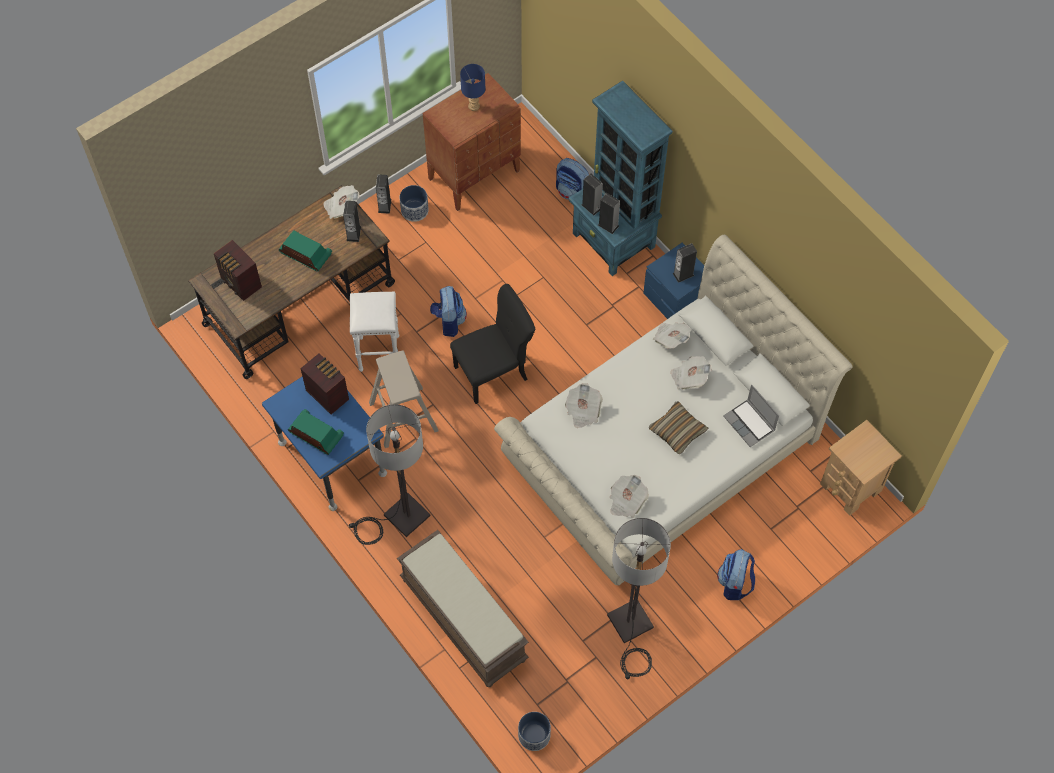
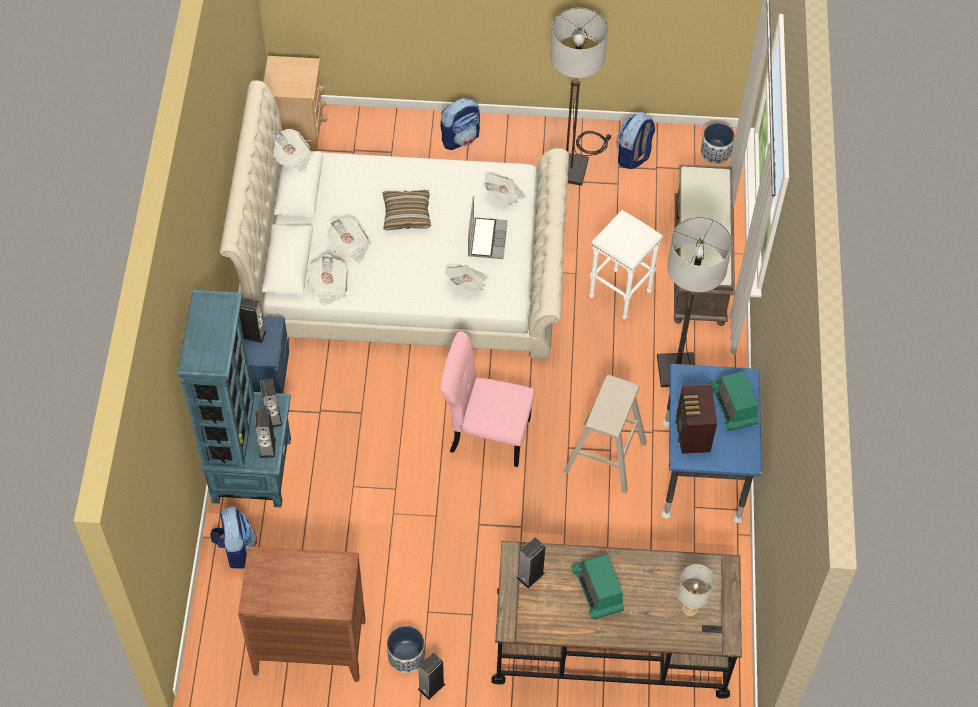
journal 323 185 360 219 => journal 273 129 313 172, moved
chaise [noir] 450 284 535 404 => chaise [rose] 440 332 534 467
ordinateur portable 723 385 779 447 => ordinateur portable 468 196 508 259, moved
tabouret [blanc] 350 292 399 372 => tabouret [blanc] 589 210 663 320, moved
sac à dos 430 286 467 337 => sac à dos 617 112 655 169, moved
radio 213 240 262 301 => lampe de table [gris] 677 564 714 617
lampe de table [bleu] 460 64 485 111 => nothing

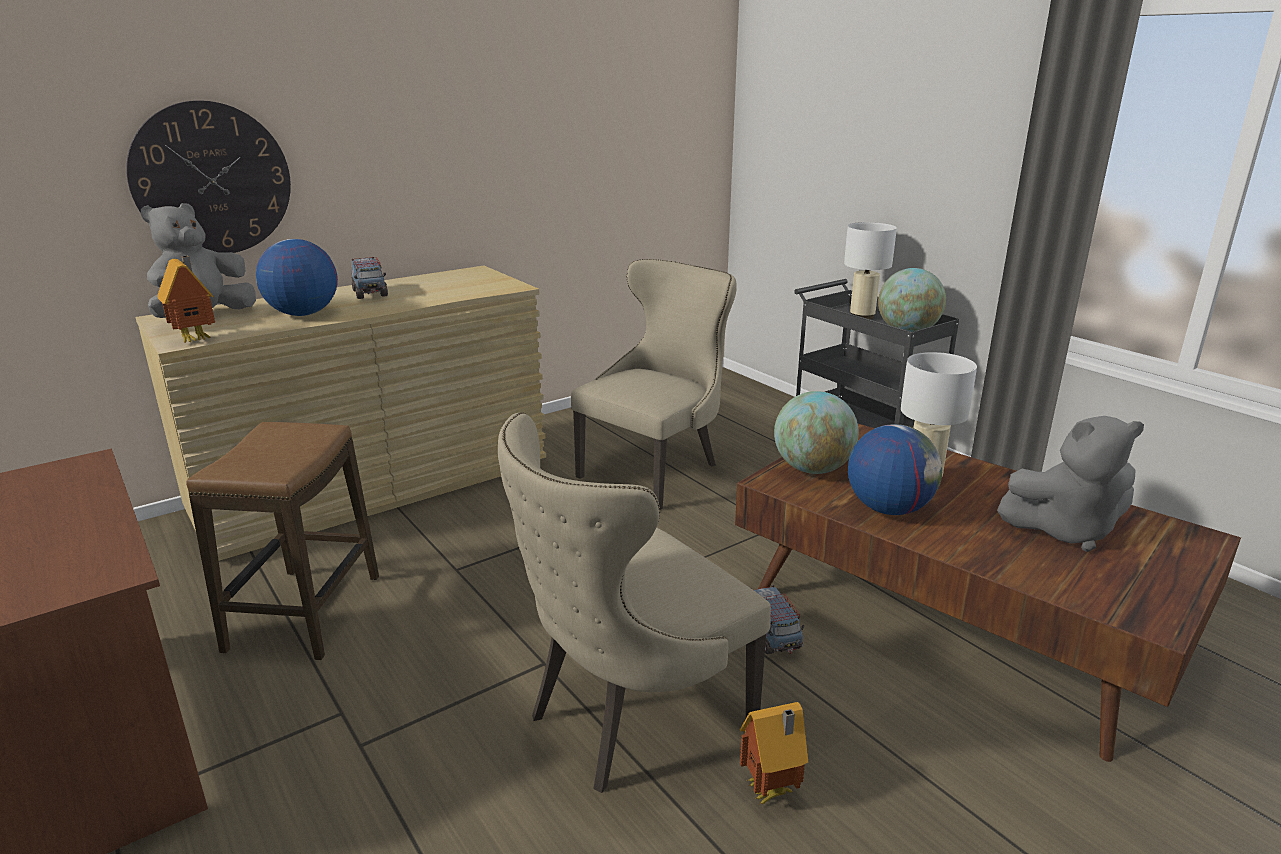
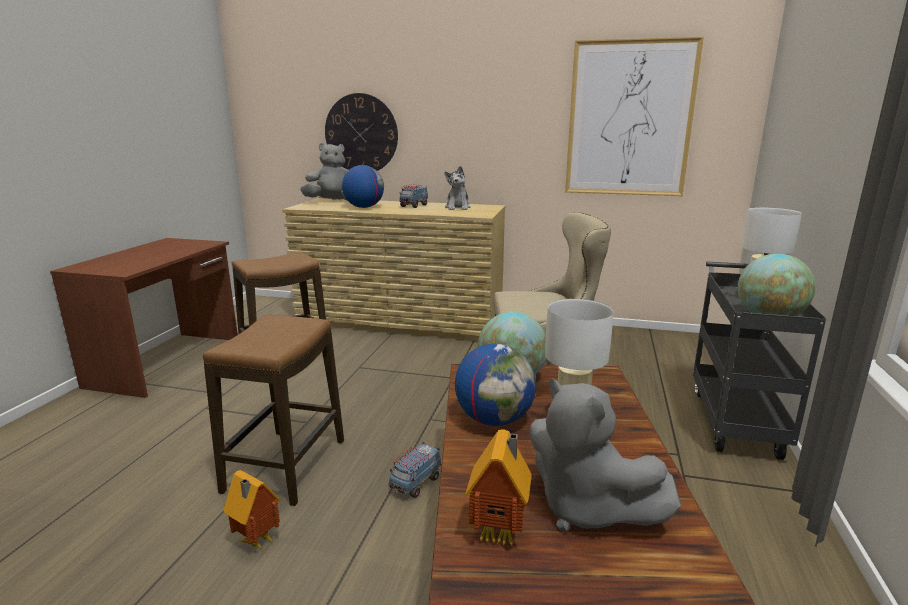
chaise [beige] 498 412 771 793 => tabouret 203 315 344 506
nothing => peluche 444 166 471 210
maison miniature 157 255 215 343 => maison miniature 465 429 531 547, moved
nothing => tableau 565 37 704 196

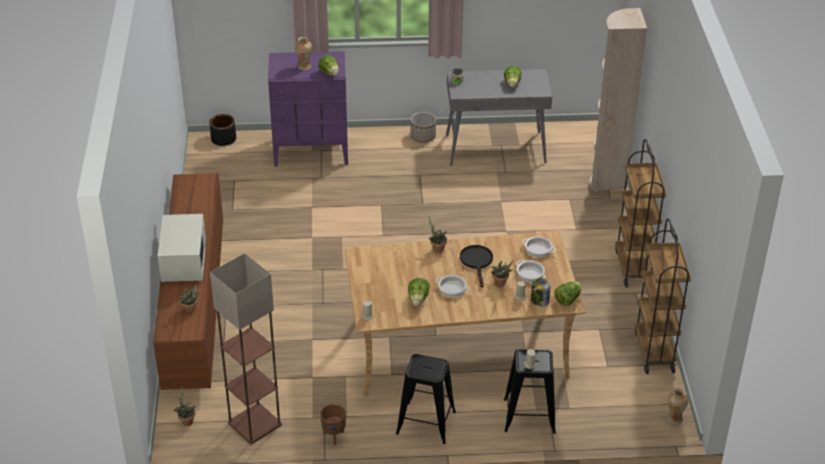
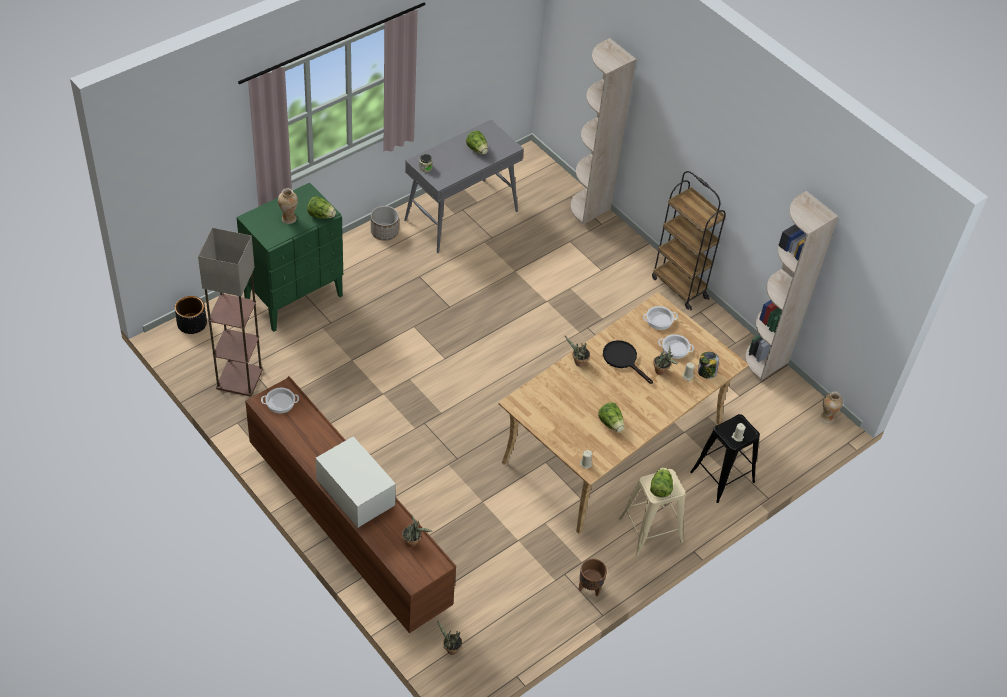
lampadaire 210 253 282 444 => lampadaire 198 228 263 397, moved
commode [violet] 268 51 348 167 => commode [vert] 237 183 343 332
marmite 435 275 469 297 => marmite 261 388 299 413, moved
tabouret [noir] 396 354 456 444 => tabouret [beige] 619 469 685 556
laitue 554 282 582 306 => laitue 650 467 673 497, moved
chariot [marron] 635 218 691 374 => bibliothèque [beige] 745 191 838 380

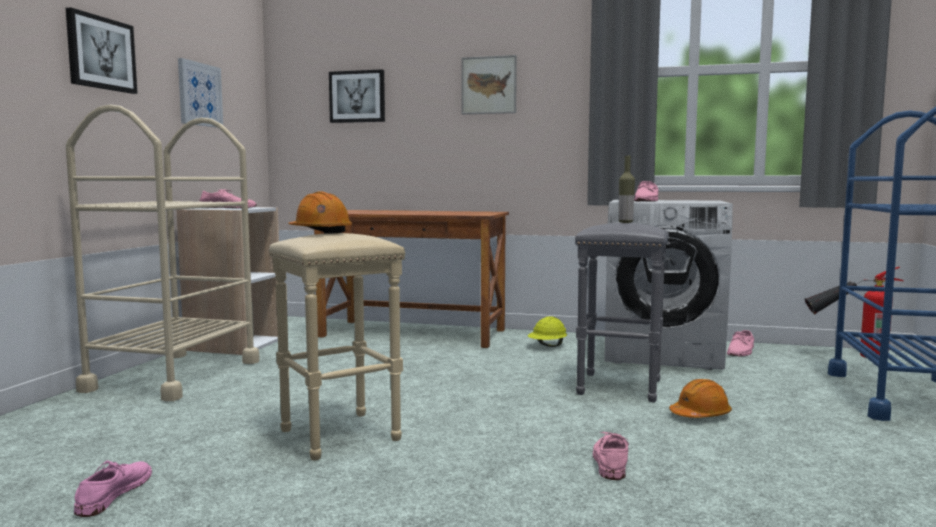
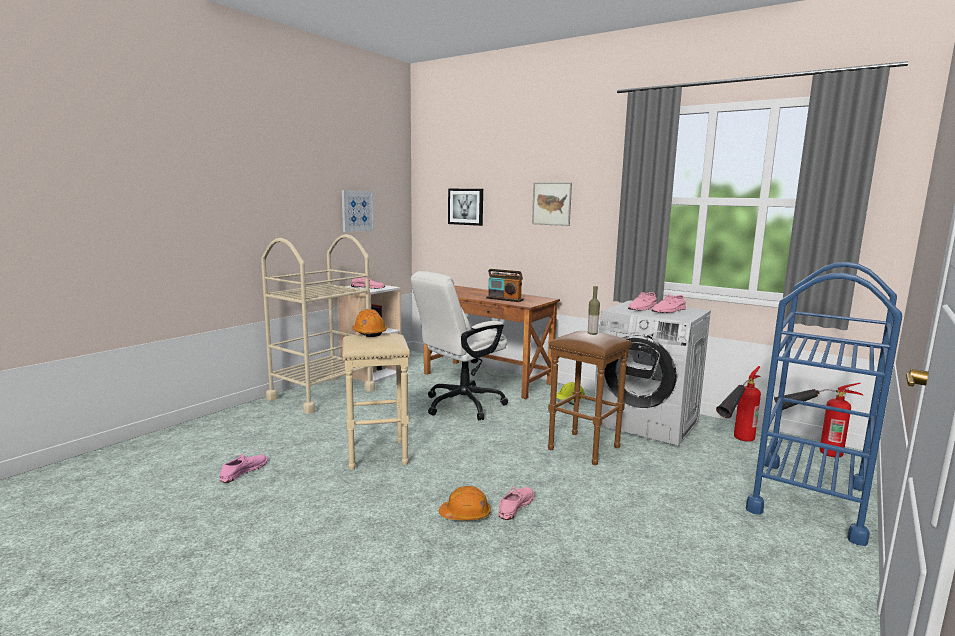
nothing => chaise de bureau [blanc] 411 271 508 420
casque de chantier [orange] 669 379 732 418 => casque de chantier [orange] 439 486 491 520, moved
nothing => radio 486 269 524 302
tabouret [gris] 575 223 669 402 => tabouret [marron] 548 331 632 465
chaussure [rose] 727 330 754 356 => chaussure [rose] 651 295 686 313, moved
nothing => extincteur 716 366 761 442
tableau 66 7 137 94 => nothing

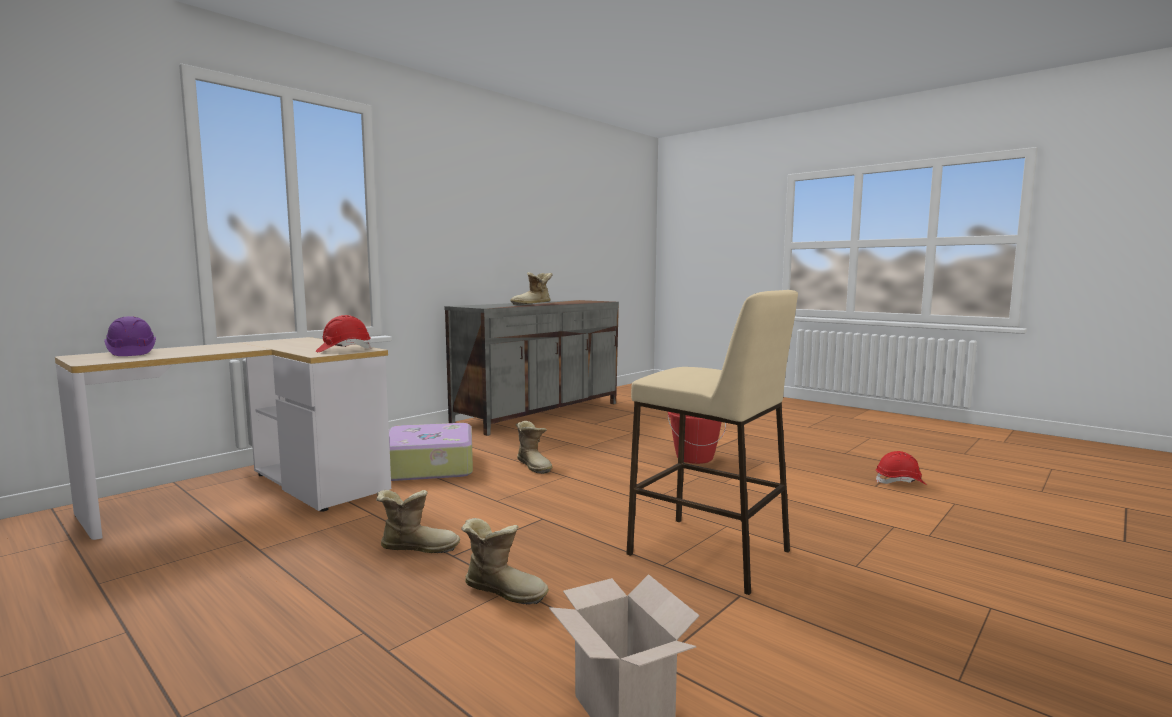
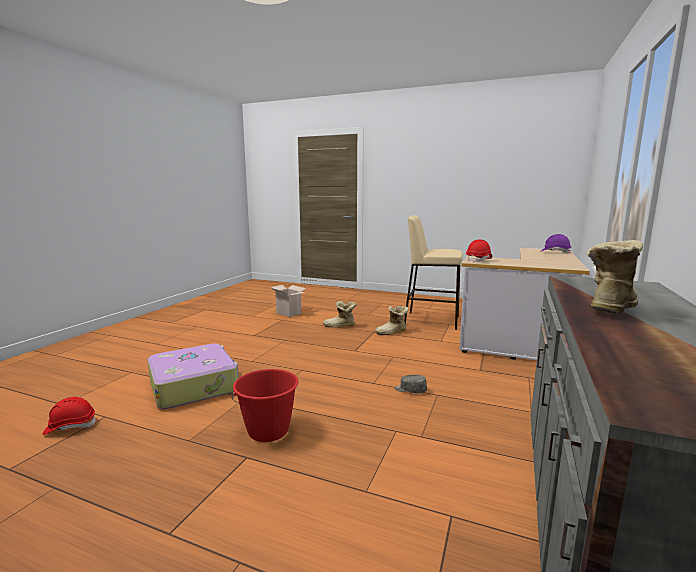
valise 389 423 473 481 => valise 147 343 239 409, moved
botte 516 421 553 474 => casquette [gris] 395 375 427 393
tabouret [beige] 626 290 798 595 => tabouret [beige] 404 215 463 330, moved

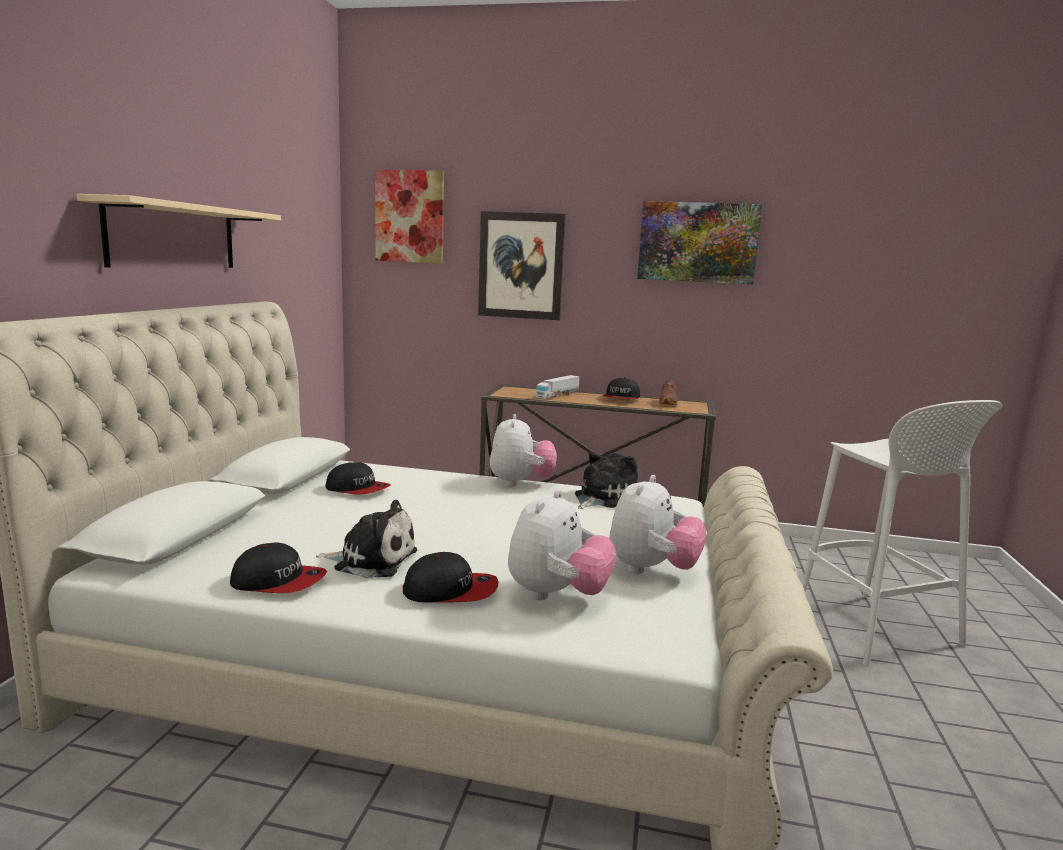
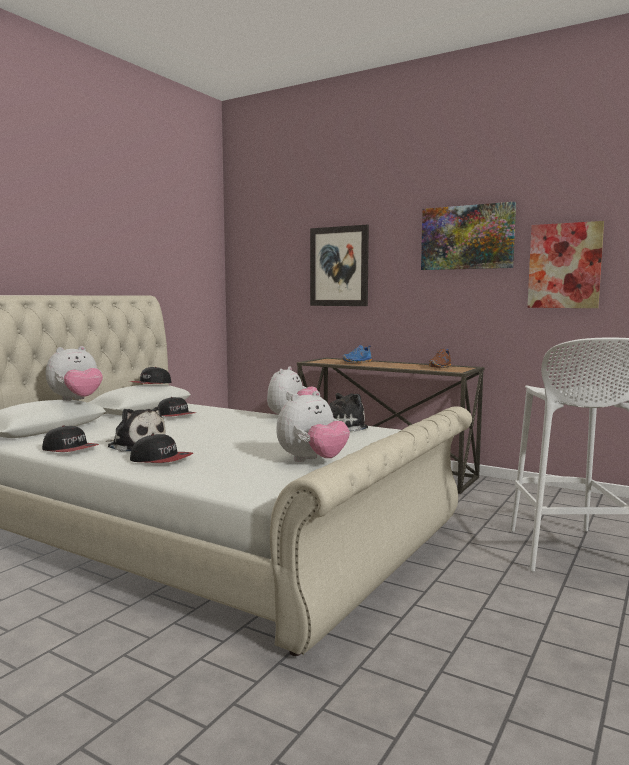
peluche 508 490 616 600 => peluche 45 346 103 401, moved
casquette 602 378 640 399 => casquette 129 367 172 384, moved
camion jouet 536 375 580 399 => chaussure [bleu] 342 345 372 363
tableau 375 169 444 264 => tableau 527 221 604 308, moved
étagère [beige] 77 194 281 268 => nothing

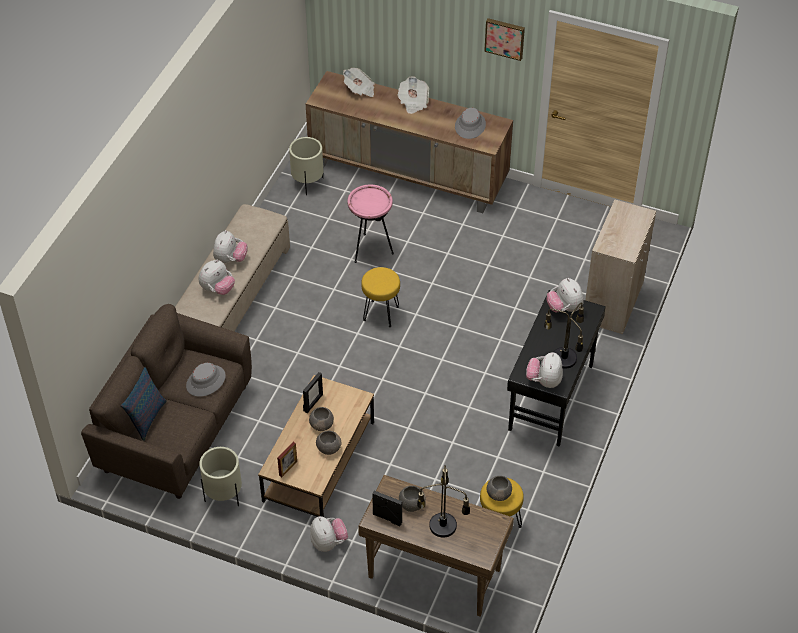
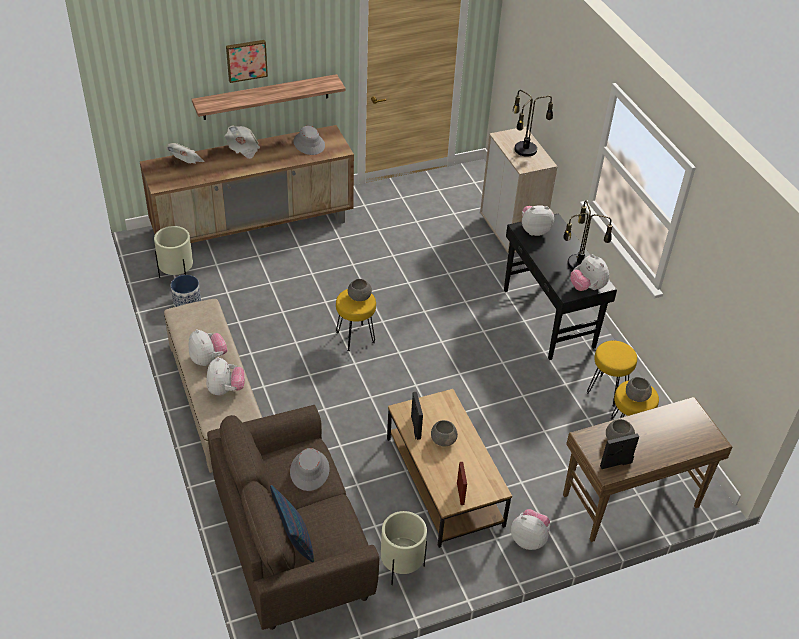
nothing => cache-pot 171 275 201 307
nothing => étagère 192 74 346 120
tableau 484 18 525 61 => tableau 226 40 268 83, moved
bol [gris] 316 431 341 455 => bol [gris] 348 279 372 301, moved
lampe de table 417 465 470 538 => lampe de table 513 90 553 157, moved
peluche 546 278 584 312 => peluche 522 205 554 236, 150 degrees clockwise
nothing => tabouret [jaune] 587 341 637 407
table d'appoint [rose] 347 184 394 263 => nothing

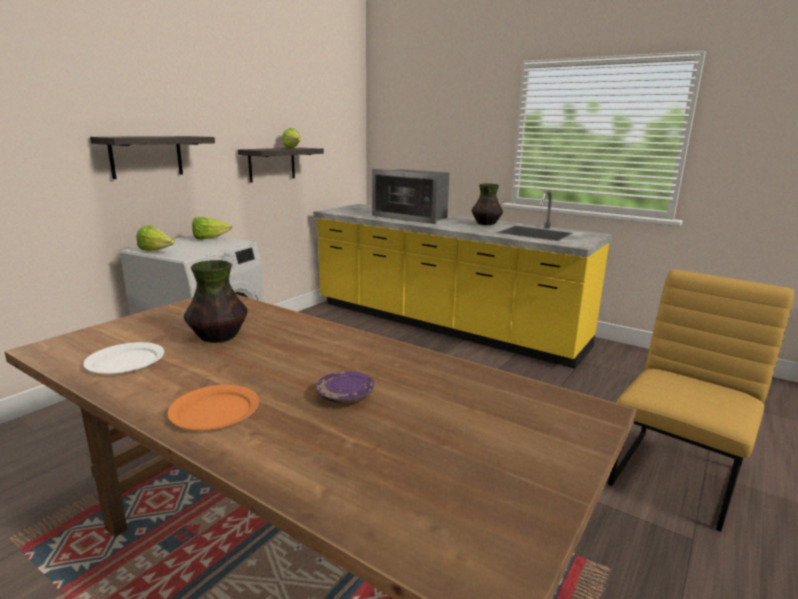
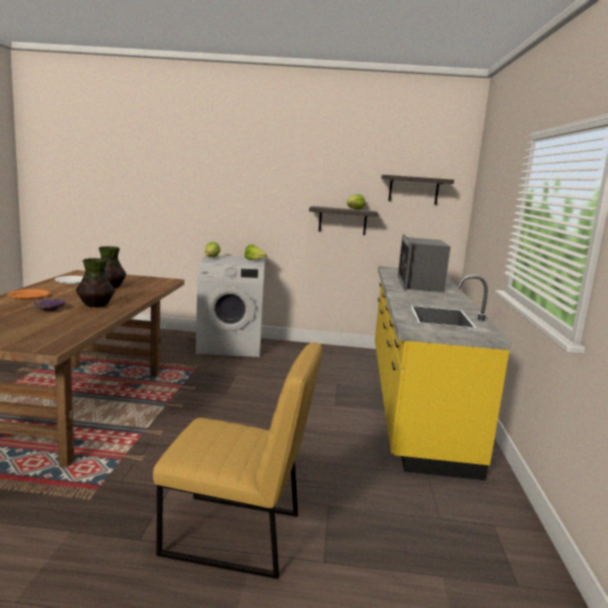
vase 472 184 503 225 => vase 76 258 115 307, moved
étagère 90 136 215 179 => étagère 381 175 454 205, moved

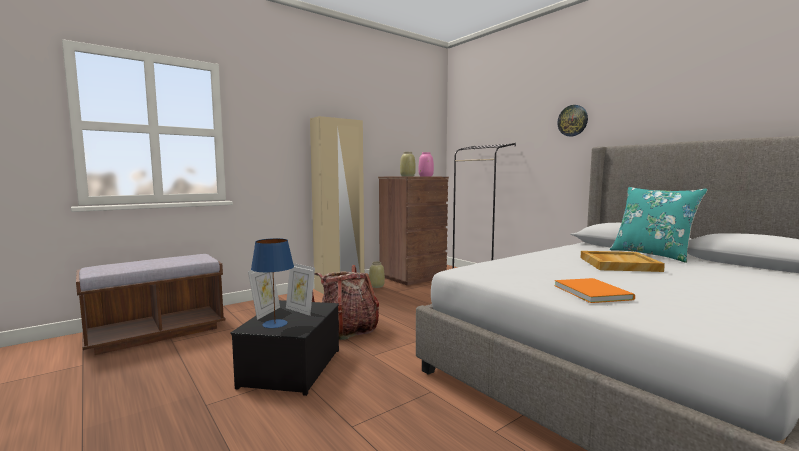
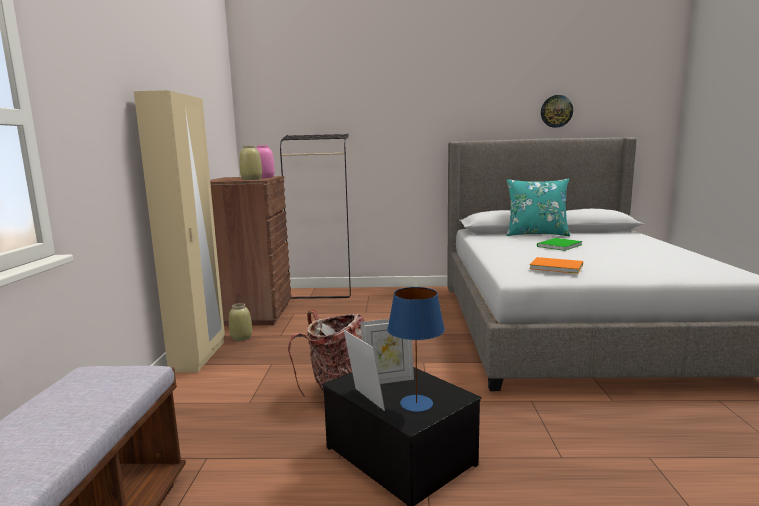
livre [orange] 554 278 635 303 => livre [orange] 529 257 583 274, moved
plateau [beige] 581 251 665 272 => livre [vert] 537 238 583 251
horloge murale 557 105 588 137 => horloge murale 541 95 573 128, moved

